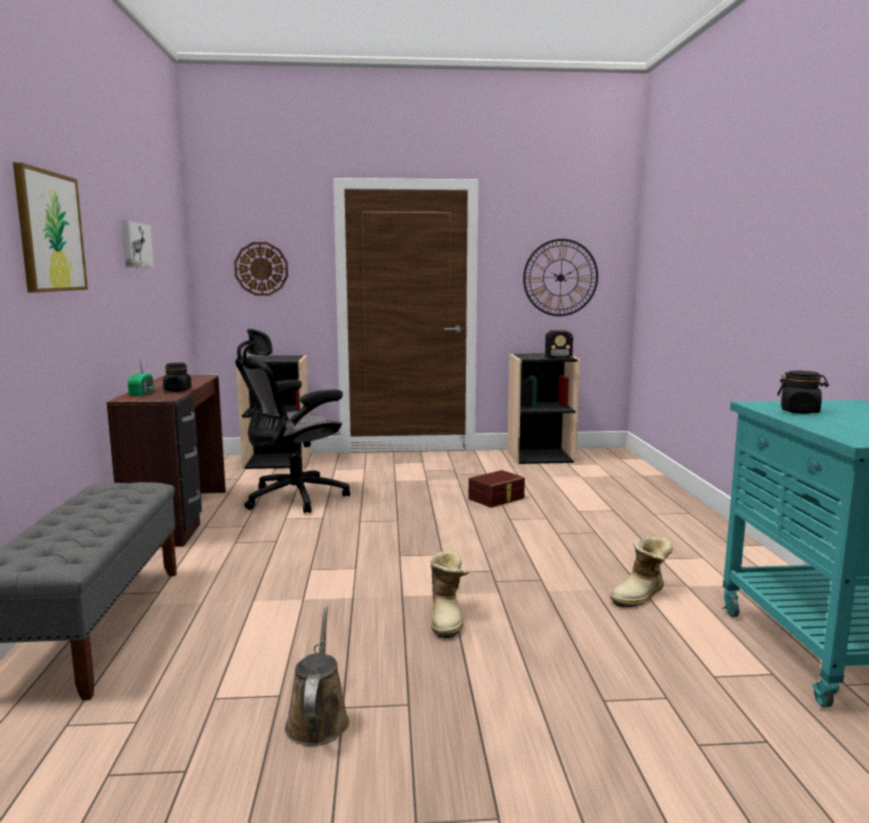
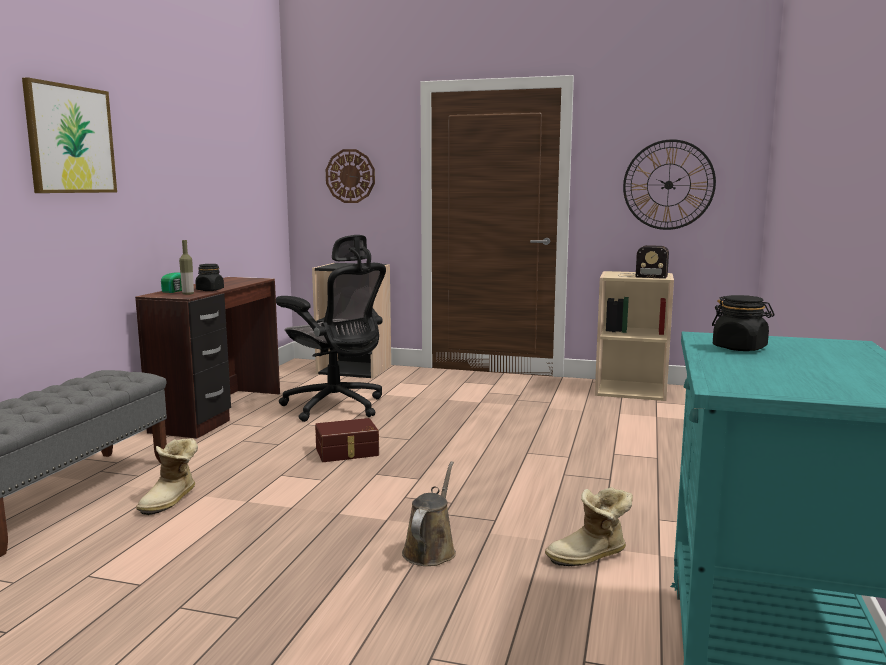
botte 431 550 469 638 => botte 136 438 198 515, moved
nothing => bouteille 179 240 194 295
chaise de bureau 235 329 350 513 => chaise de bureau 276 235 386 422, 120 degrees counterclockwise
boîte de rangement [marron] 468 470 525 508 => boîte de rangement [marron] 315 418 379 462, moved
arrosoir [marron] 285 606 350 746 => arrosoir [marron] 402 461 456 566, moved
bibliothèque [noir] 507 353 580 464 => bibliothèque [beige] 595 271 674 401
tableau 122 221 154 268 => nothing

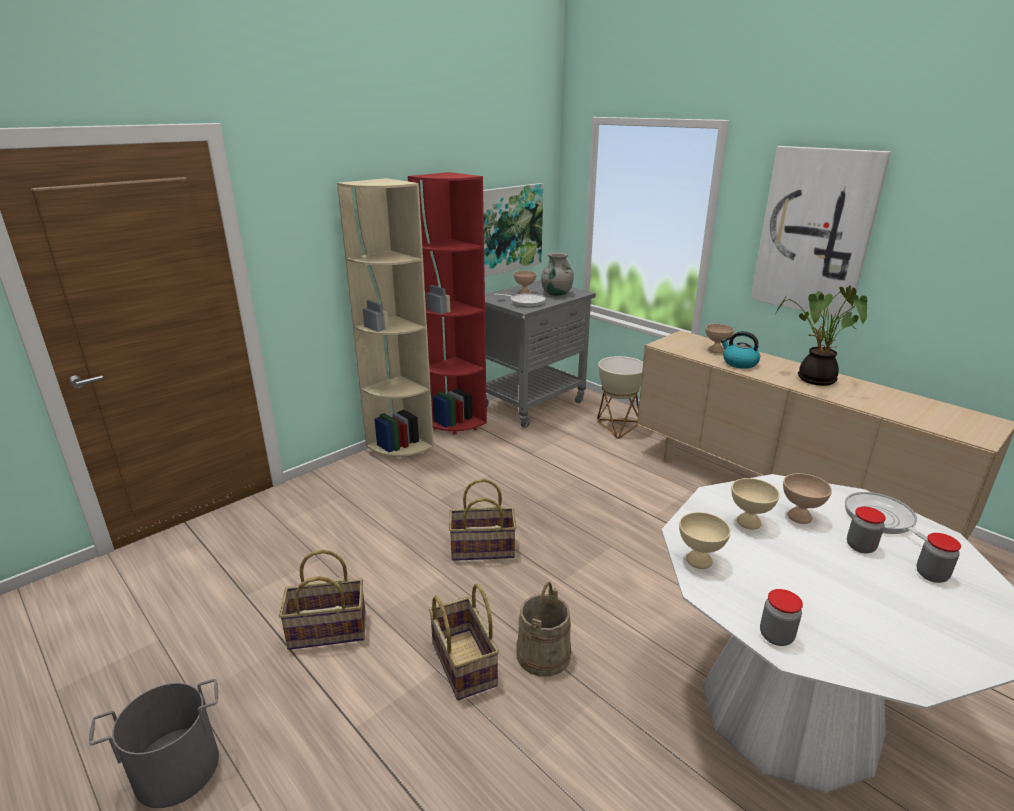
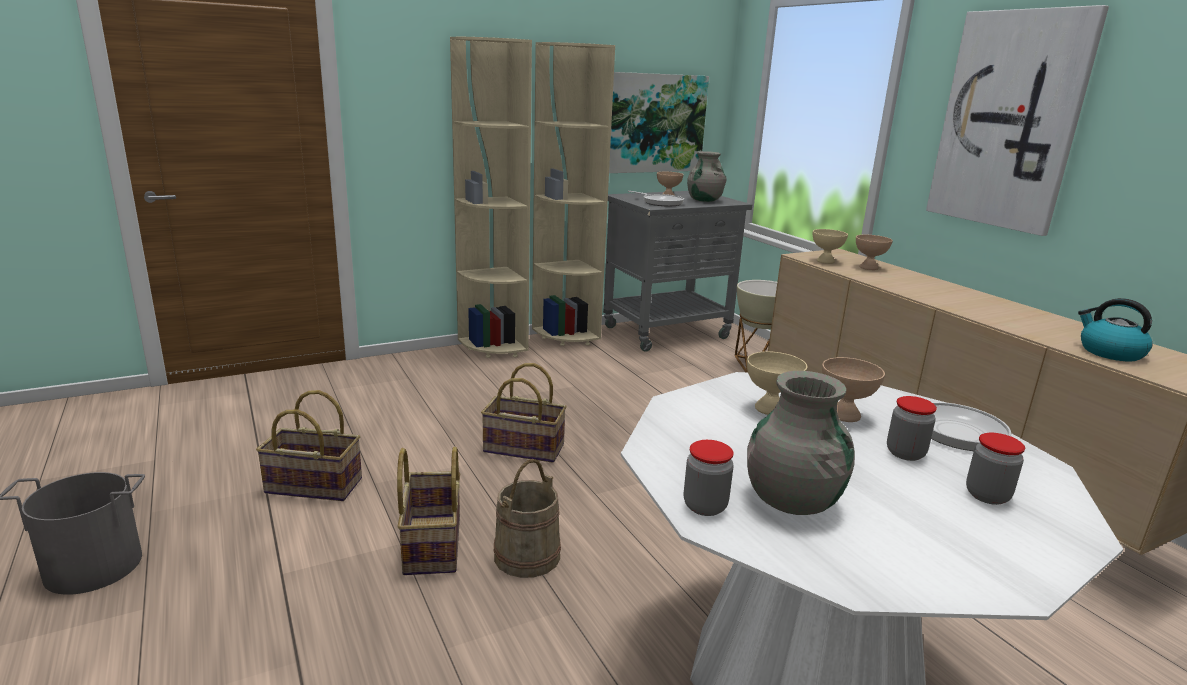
bibliothèque [rouge] 408 172 487 434 => bibliothèque [beige] 532 42 615 346
nothing => vase [gris] 747 371 855 515
bol [beige] 679 512 731 569 => bol [beige] 813 229 848 264, moved
bouilloire 721 331 760 369 => bouilloire 1078 298 1152 362, moved
plante en pot 776 285 868 386 => nothing

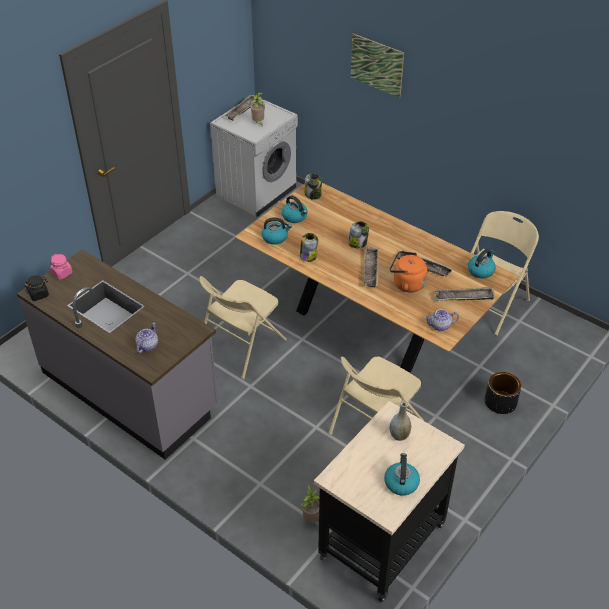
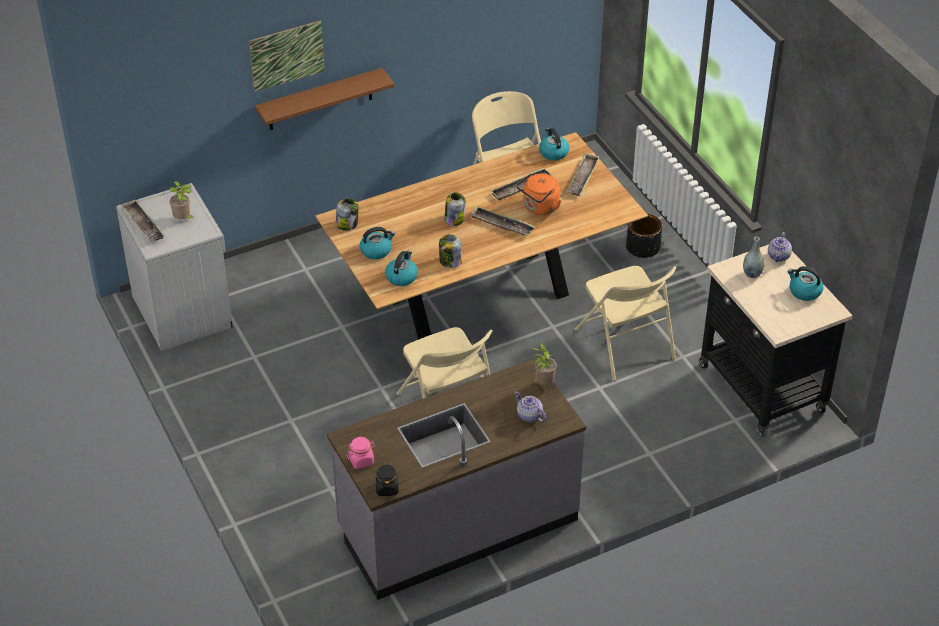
nothing => étagère [marron] 255 68 394 130
plante en pot 301 485 320 523 => plante en pot 532 343 557 385, moved
théière 424 309 459 331 => théière 768 232 792 262, moved

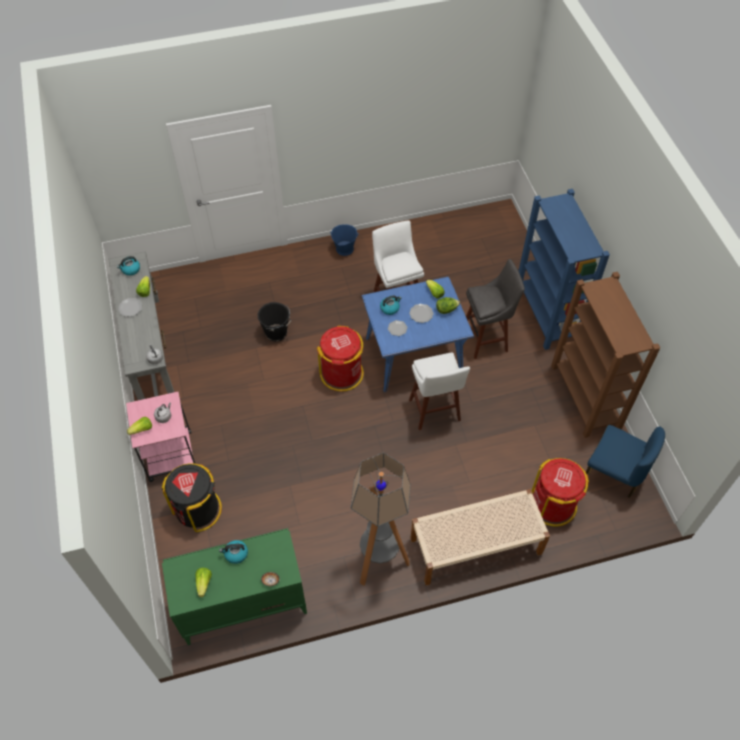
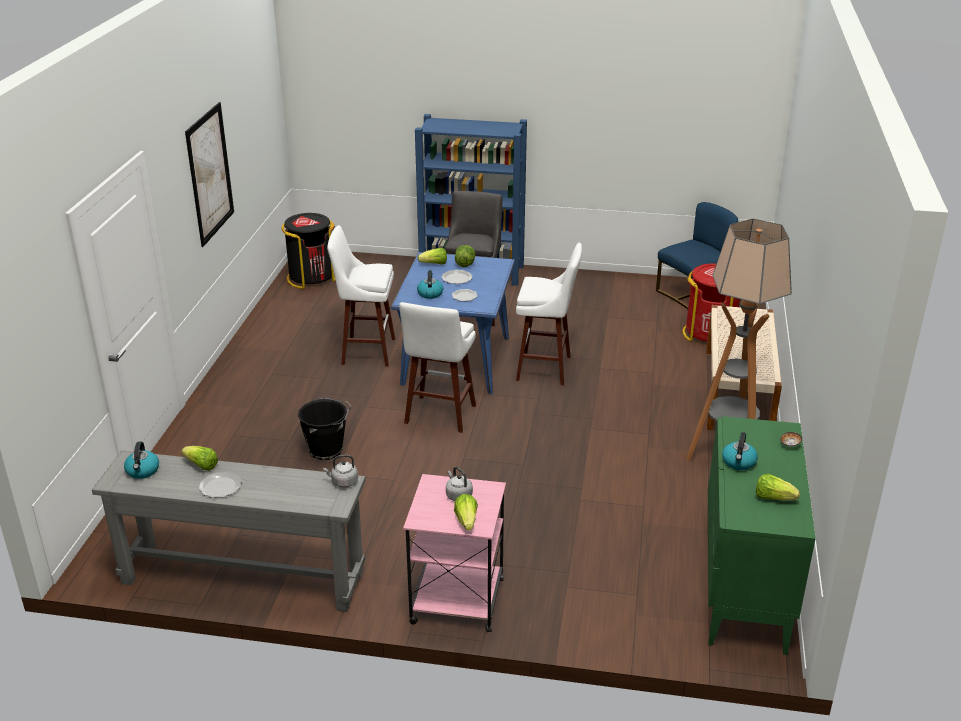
nothing => tableau 185 102 234 247
poubelle [noir] 162 463 222 532 => poubelle [noir] 282 213 336 289, moved
poubelle [rouge] 317 326 364 391 => tabouret [blanc] 399 302 476 433
seau [bleu] 330 224 359 256 => nothing
bibliothèque [marron] 551 272 660 438 => nothing

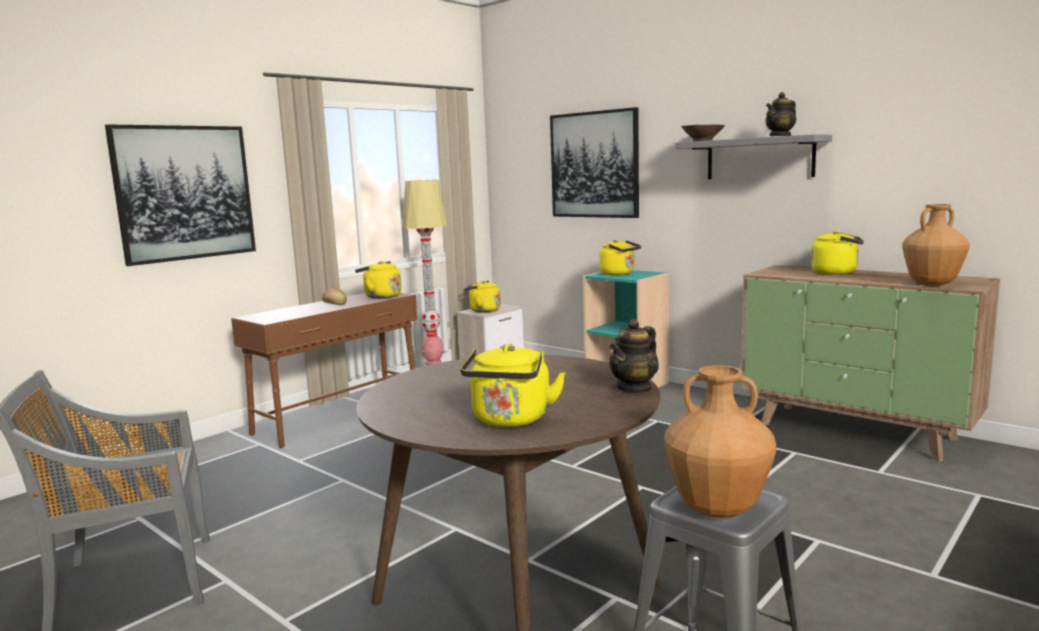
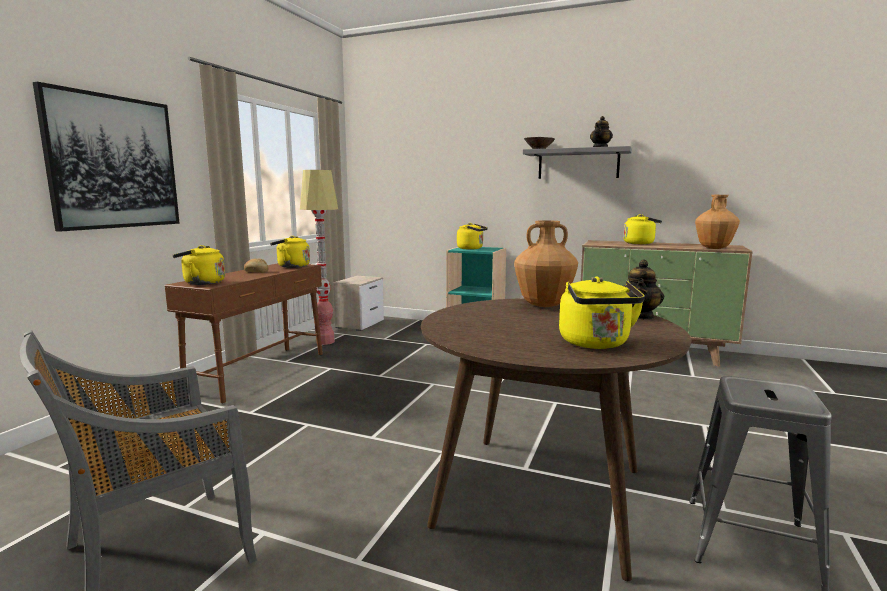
bouilloire [jaune] 464 280 501 313 => bouilloire [jaune] 173 245 225 285, moved
vase [marron] 664 365 776 518 => vase [marron] 514 220 578 307, moved
tableau 550 107 639 218 => nothing

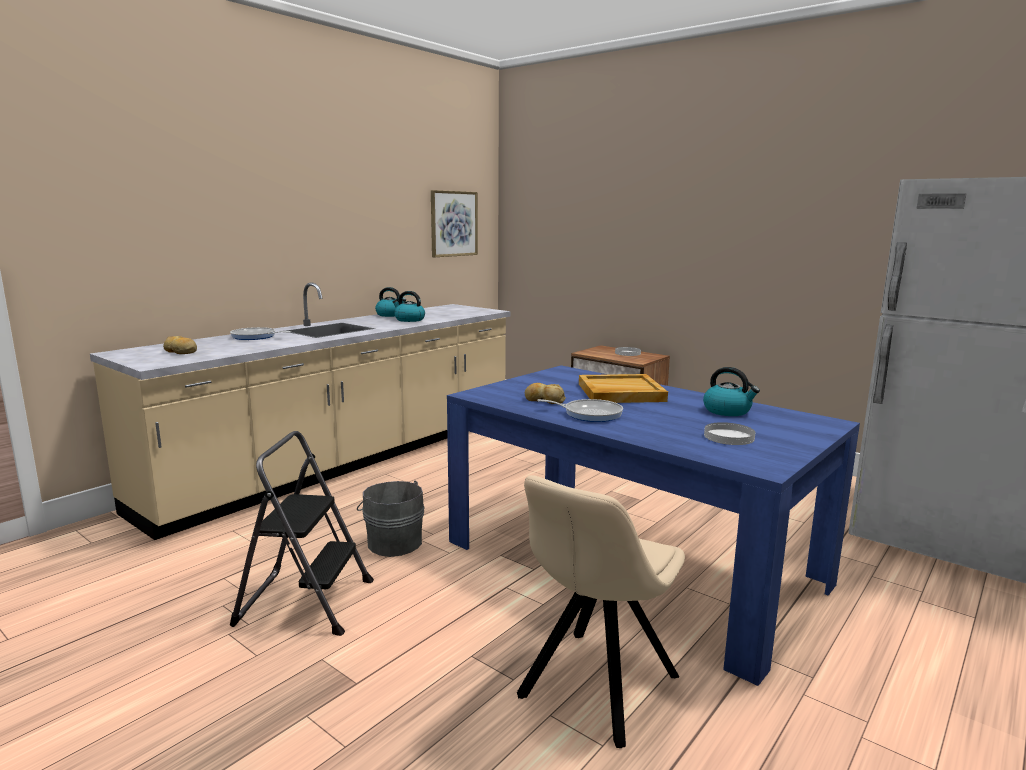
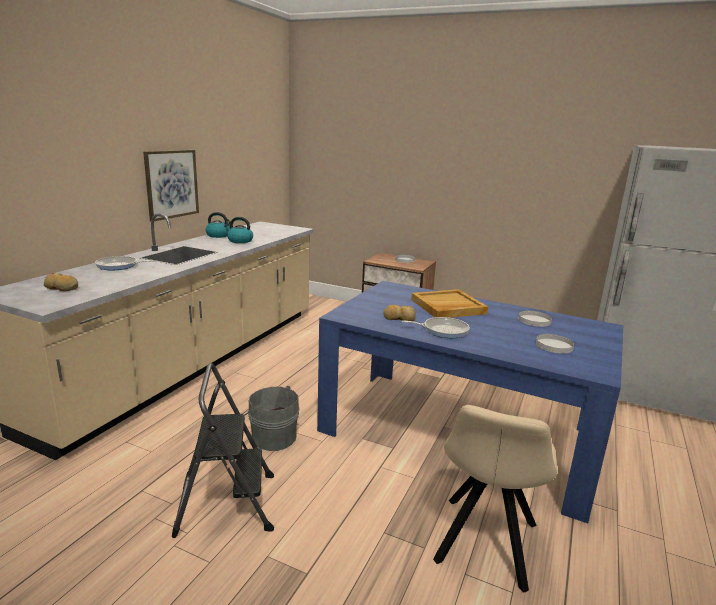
tableau 431 190 478 257 => tableau 143 150 199 221, moved
bouilloire 703 367 760 416 => assiette [blanc] 518 311 552 327

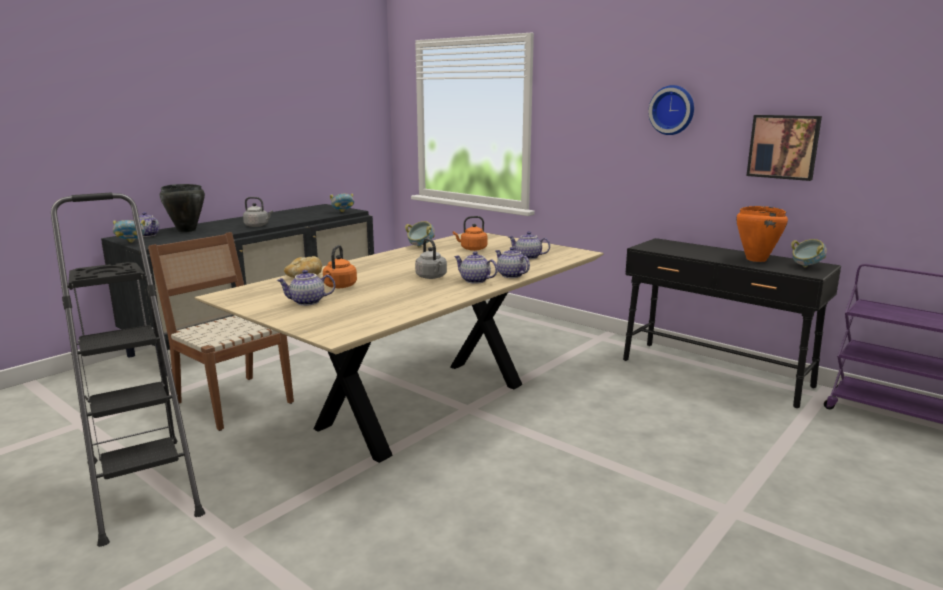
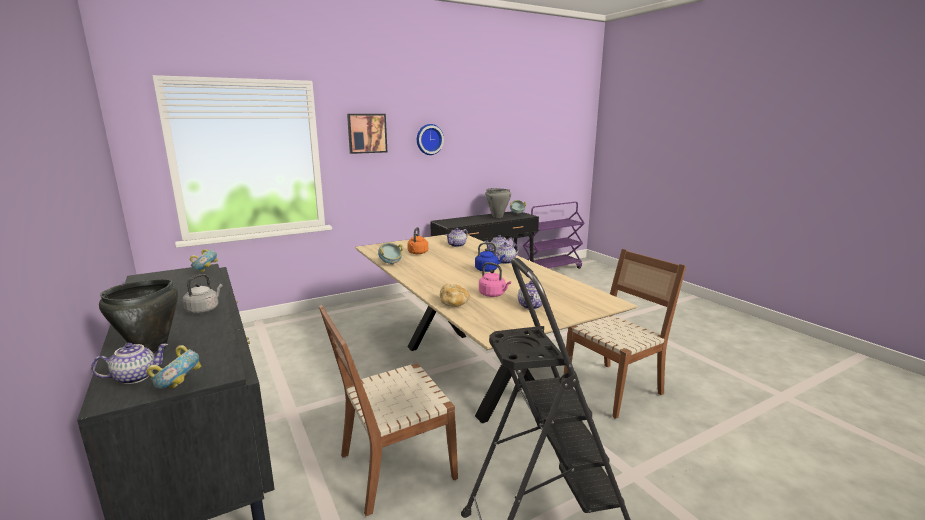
tableau 746 115 822 181 => tableau 347 114 387 154, moved
bouilloire [gris] 415 238 447 279 => bouilloire [bleu] 475 242 505 272
bouilloire [orange] 323 245 357 288 => bouilloire [rose] 479 262 511 297
marmite [orange] 736 206 788 262 => marmite [gris] 485 188 511 218
nothing => chaise 564 249 686 419

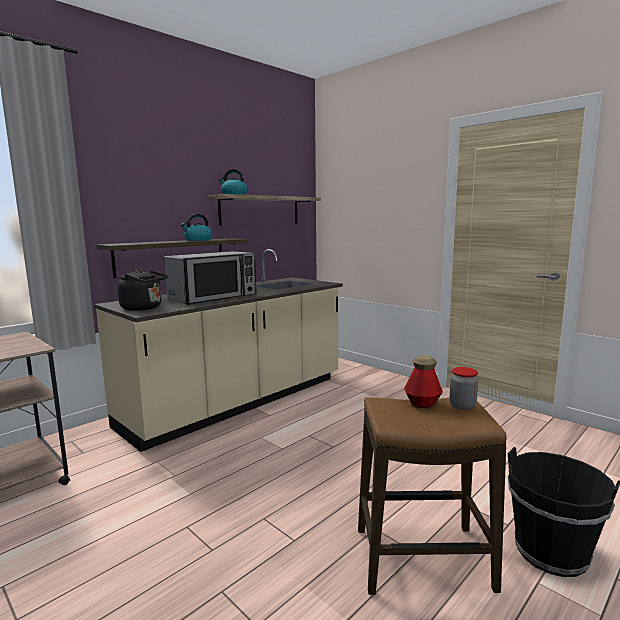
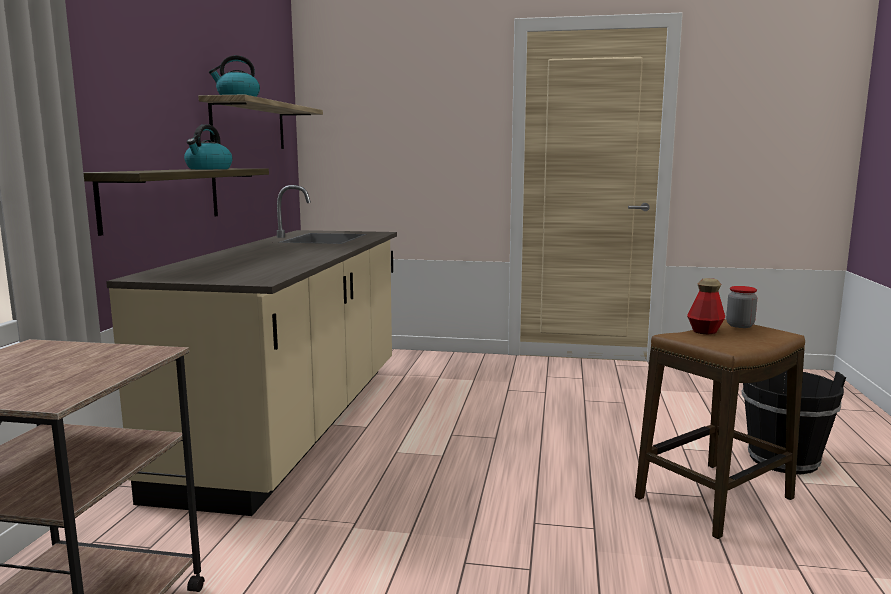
bouilloire [noir] 117 269 168 311 => nothing
micro-ondes 164 251 256 305 => nothing

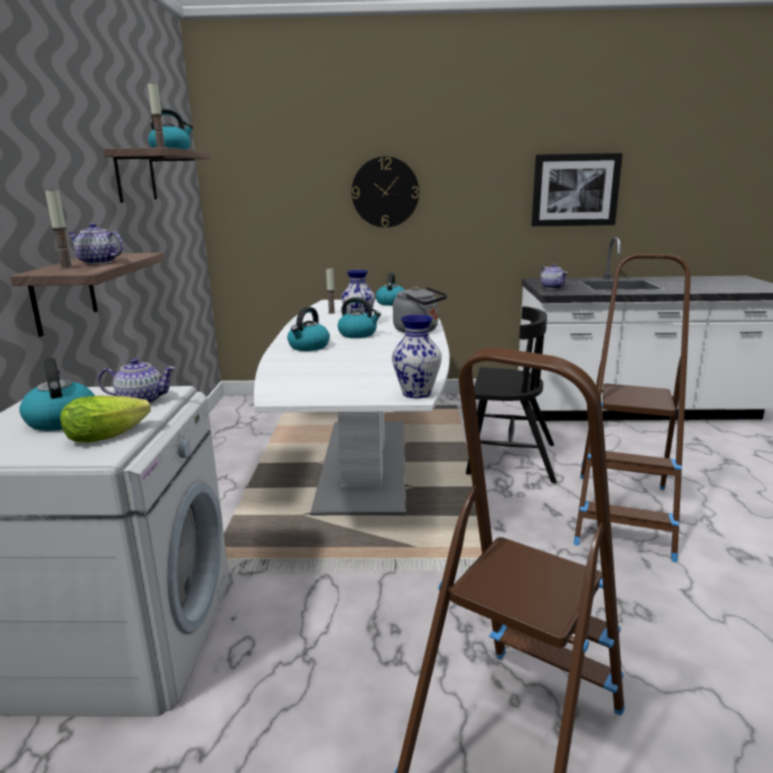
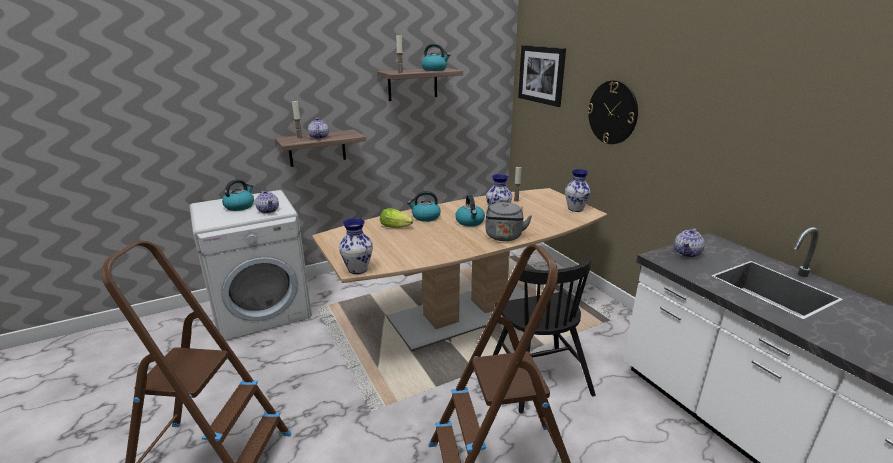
table à manger [blanc] 254 299 450 515 => table à manger [marron] 312 188 607 351
laitue 60 396 151 443 => laitue 380 208 413 228, moved
tableau 531 153 623 226 => tableau 518 45 566 107, moved
bouilloire 376 273 405 306 => vase 565 169 591 212

